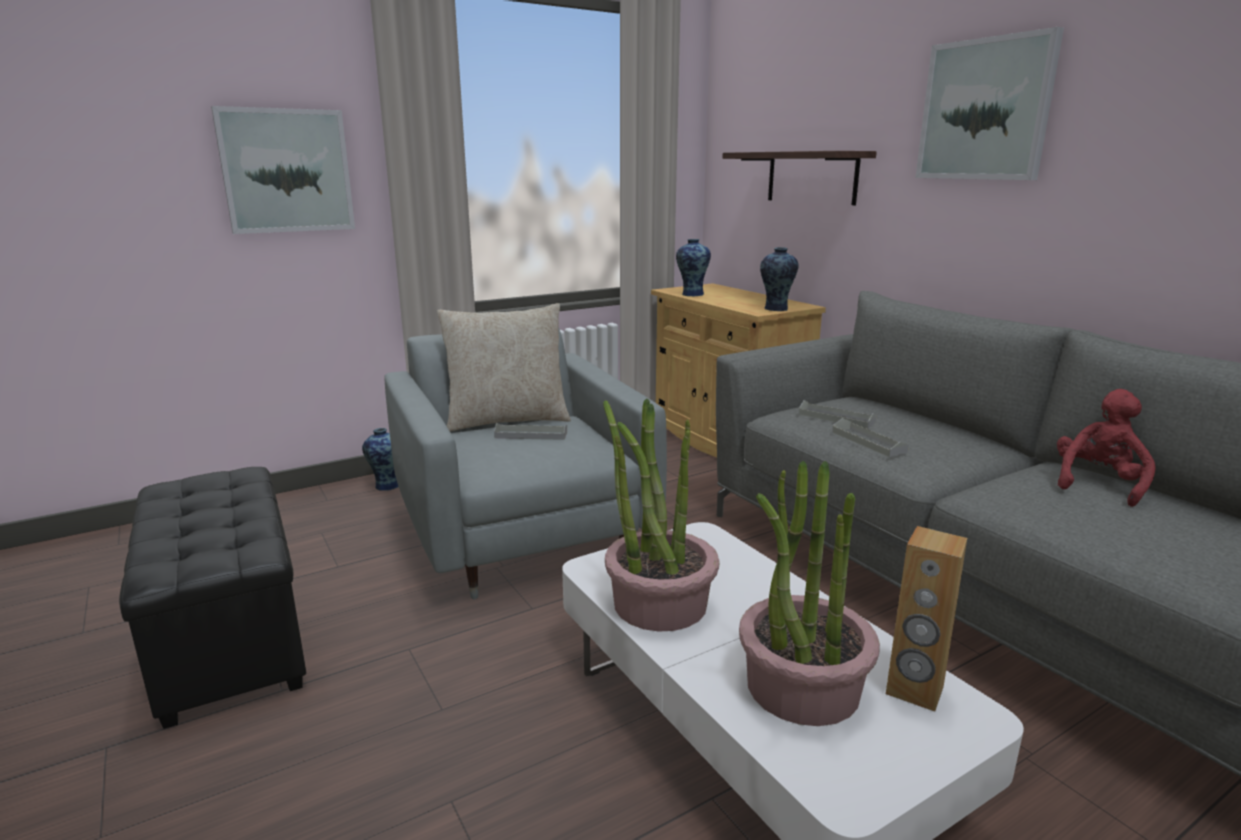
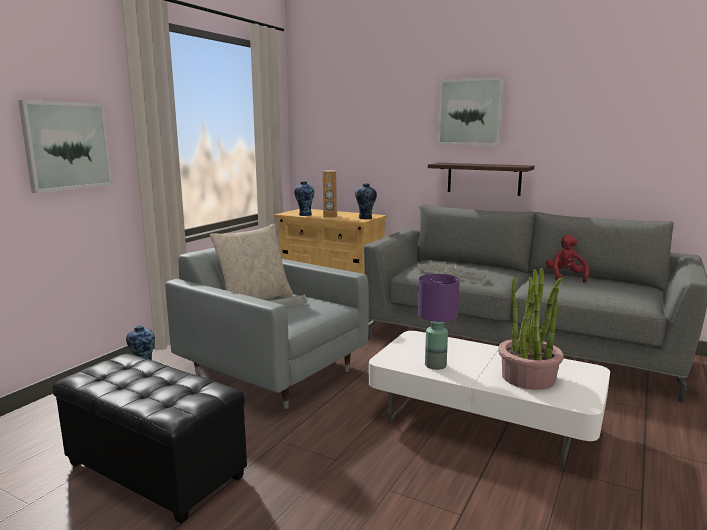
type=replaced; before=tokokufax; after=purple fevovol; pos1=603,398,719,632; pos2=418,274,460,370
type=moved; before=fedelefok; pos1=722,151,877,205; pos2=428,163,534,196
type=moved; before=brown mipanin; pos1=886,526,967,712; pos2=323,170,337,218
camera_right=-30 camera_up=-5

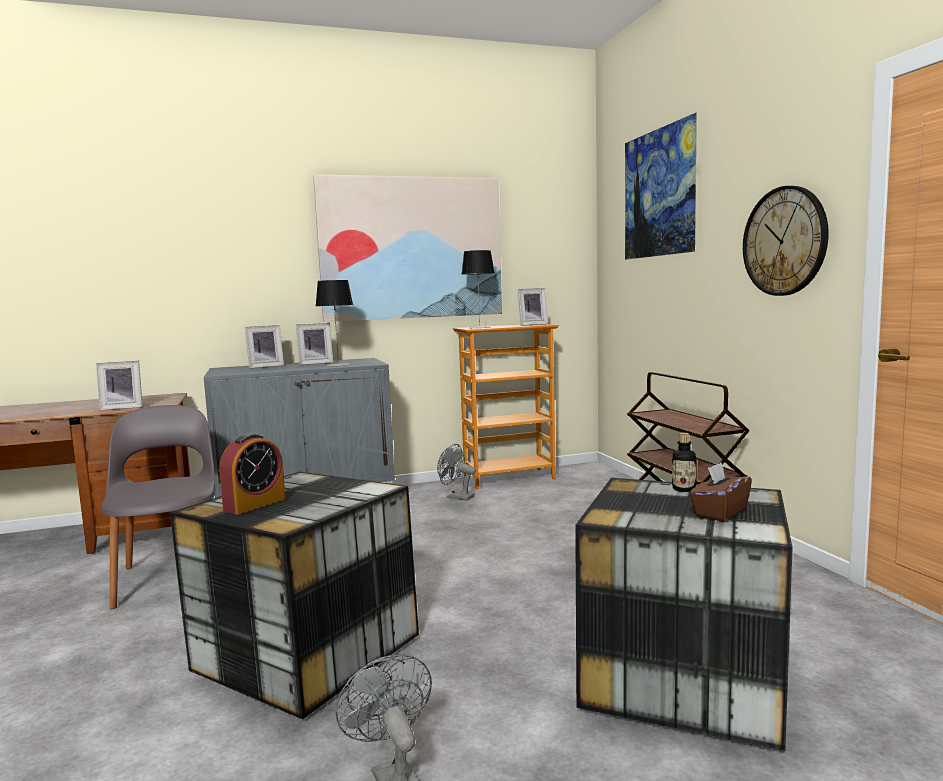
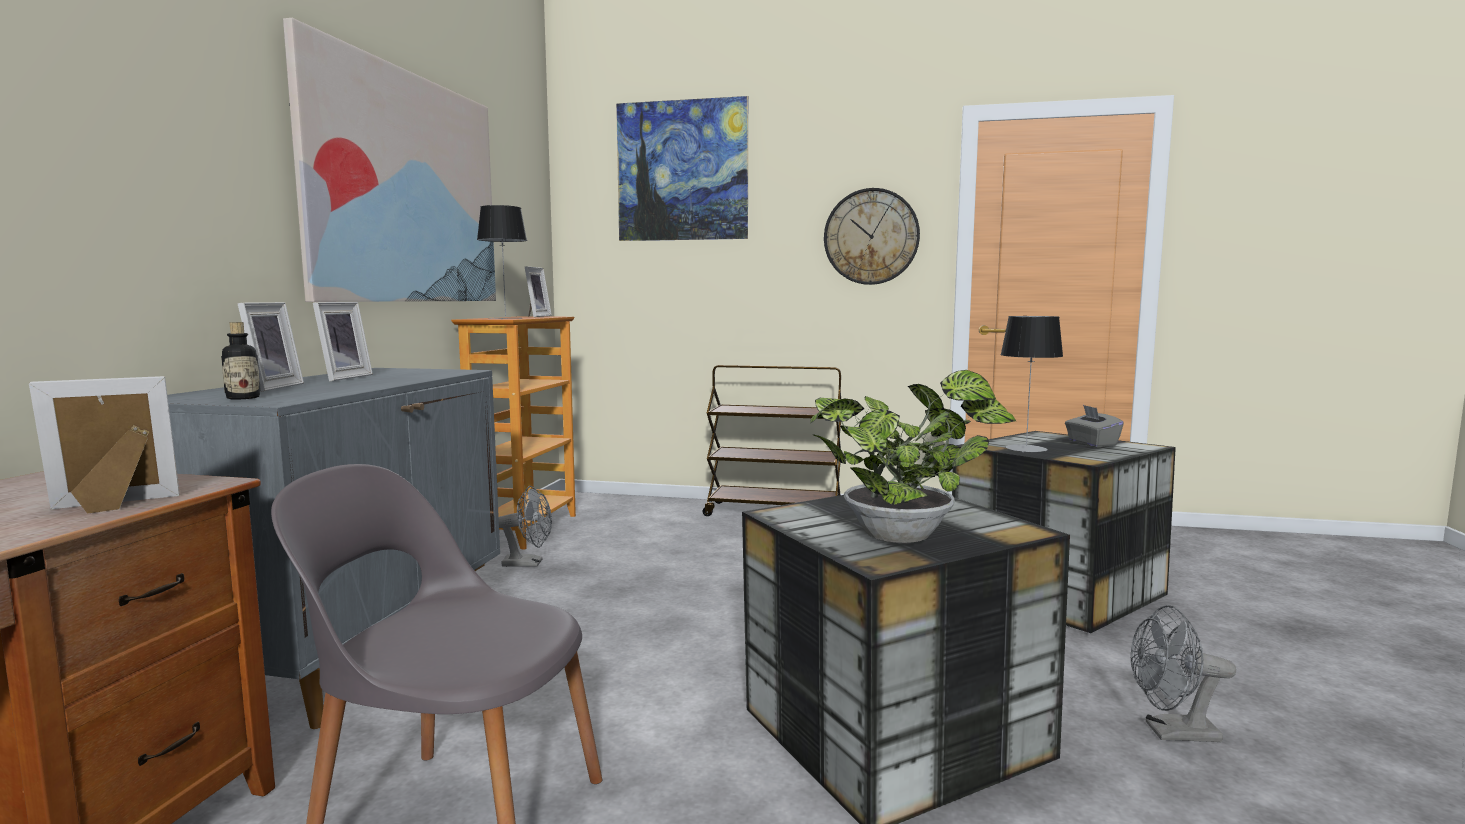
type=turned; before=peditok; pos1=96,360,143,410; pos2=29,376,180,514; turn=-135
type=replaced; before=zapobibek; after=tokokufax; pos1=219,433,285,515; pos2=810,370,1016,544
type=moved; before=fevovol; pos1=316,280,353,367; pos2=1000,316,1063,452
type=turned; before=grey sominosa; pos1=437,444,476,501; pos2=499,486,552,567; turn=-150
type=moved; before=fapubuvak; pos1=672,433,697,492; pos2=221,322,261,400
type=recoloured; before=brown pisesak; after=grey pisesak; pos1=689,463,752,522; pos2=1065,405,1124,447
camera_right=-60 camera_up=0

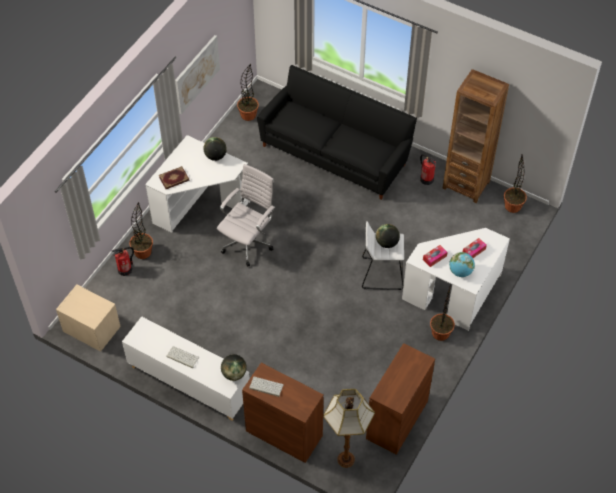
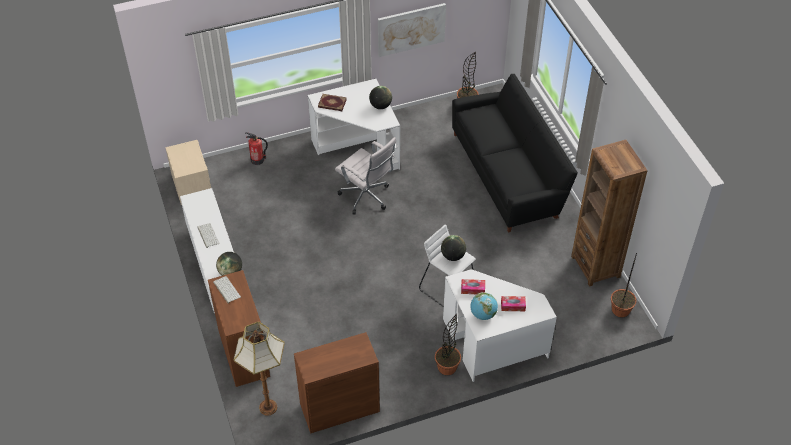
type=removed; before=tokokufax; pos1=129,202,153,259
type=turned; before=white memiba; pos1=217,164,276,267; pos2=335,137,396,215; turn=60
type=removed; before=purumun; pos1=420,154,436,185
camera_right=40 camera_up=-5

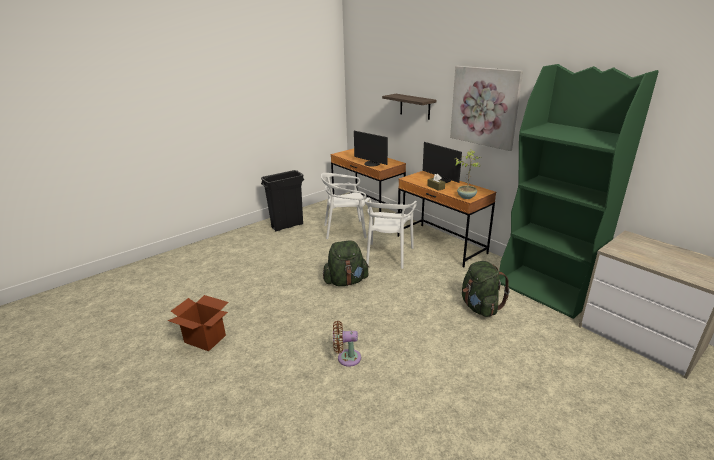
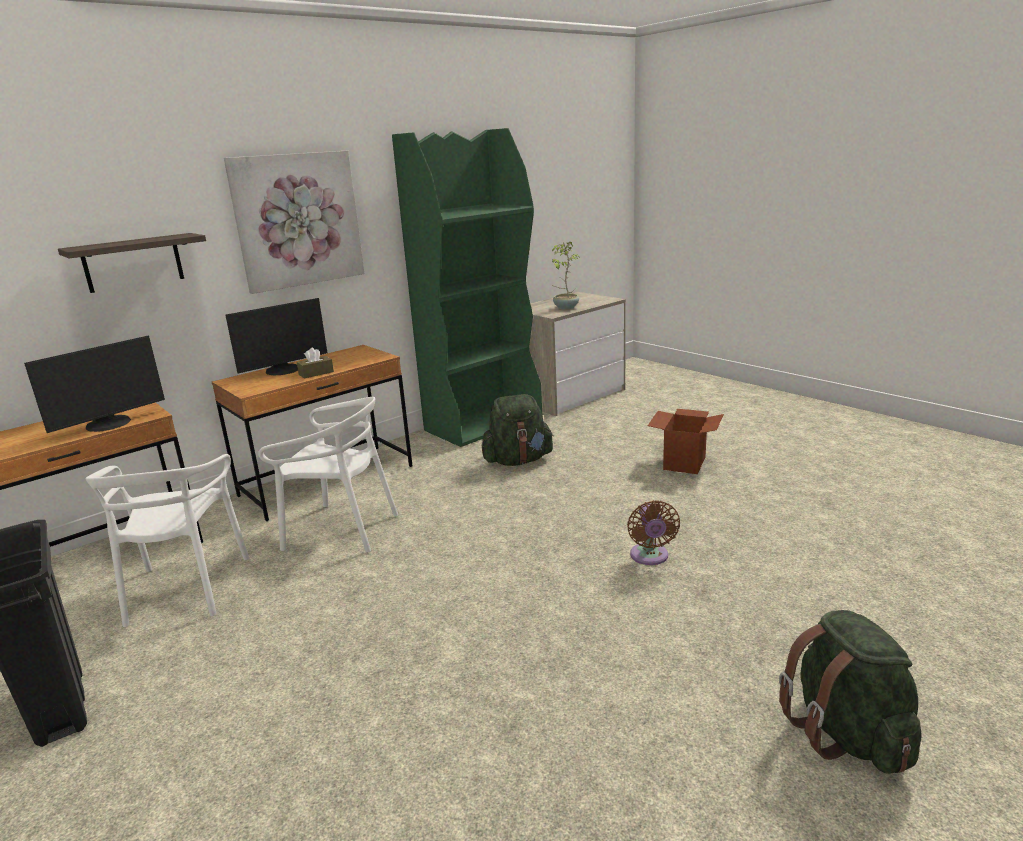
type=moved; before=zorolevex; pos1=167,295,228,351; pos2=648,409,724,474
type=moved; before=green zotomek; pos1=323,241,369,286; pos2=779,610,922,774
type=moved; before=tokokufax; pos1=455,150,481,199; pos2=551,242,579,310
camera_right=-90 camera_up=-5

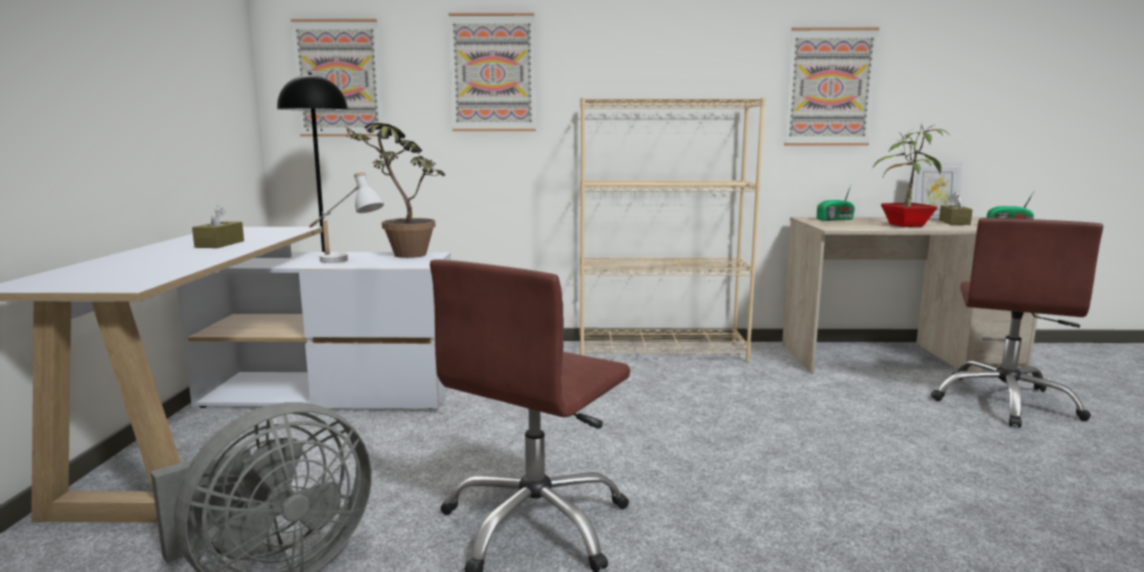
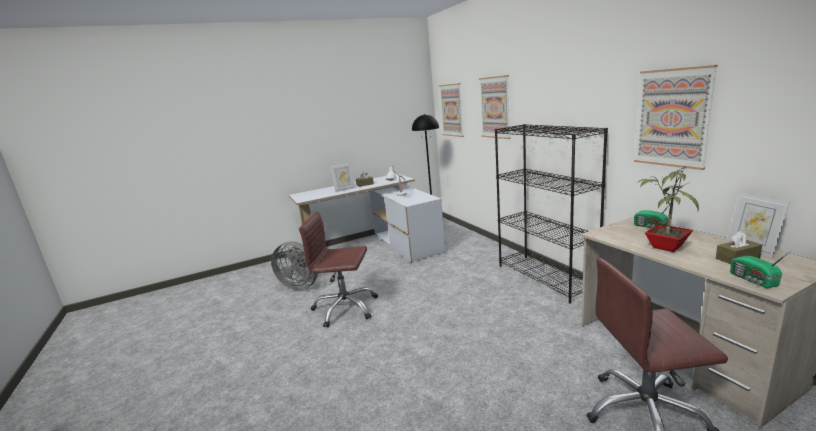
type=removed; before=tokokufax; pos1=345,123,445,258
type=recoloured; before=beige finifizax; after=black finifizax; pos1=580,98,765,363; pos2=495,124,608,304
type=added; after=peditok; pos2=330,162,355,192
camera_right=65 camera_up=5

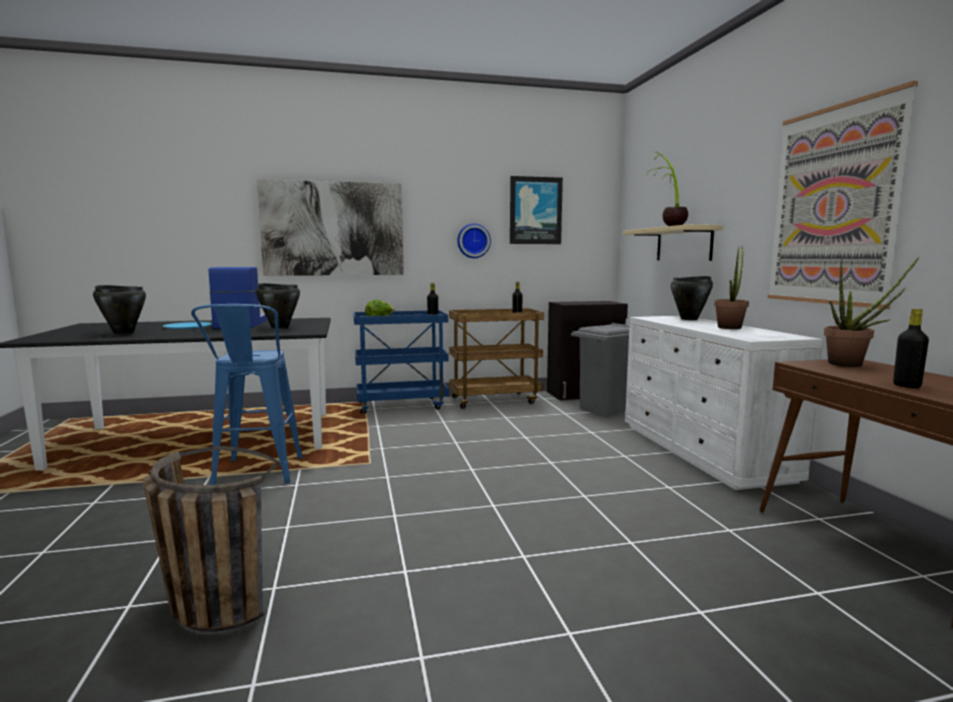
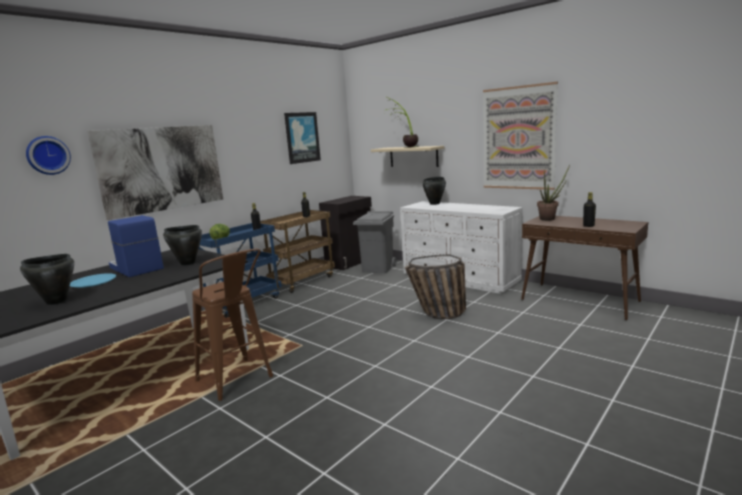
type=moved; before=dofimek; pos1=143,446,279,632; pos2=405,255,466,319
type=recoloured; before=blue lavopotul; after=brown lavopotul; pos1=191,304,303,485; pos2=192,249,273,401
type=moved; before=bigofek; pos1=457,224,491,258; pos2=26,136,71,175
type=removed; before=tokokufax; pos1=714,247,749,329
camera_right=-35 camera_up=5

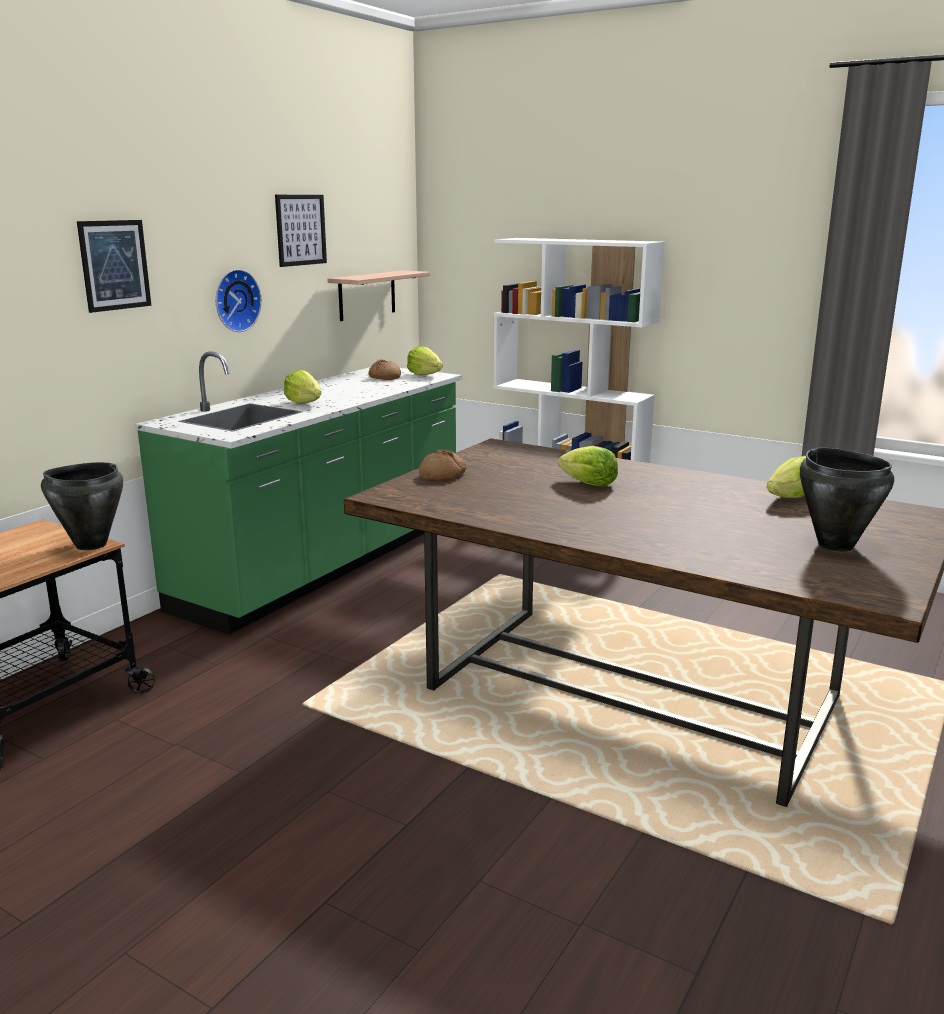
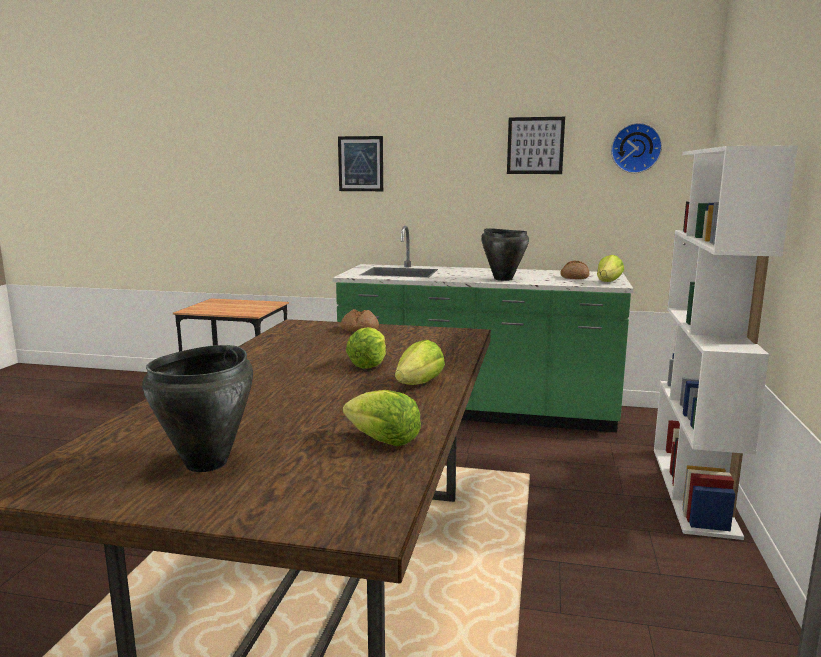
type=moved; before=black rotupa; pos1=41,462,123,550; pos2=481,228,529,281
type=moved; before=bigofek; pos1=215,269,262,332; pos2=611,123,662,173
type=moved; before=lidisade; pos1=284,370,321,404; pos2=395,340,445,385
type=removed; before=fedelefok; pos1=328,270,430,321
camera_right=70 camera_up=-5

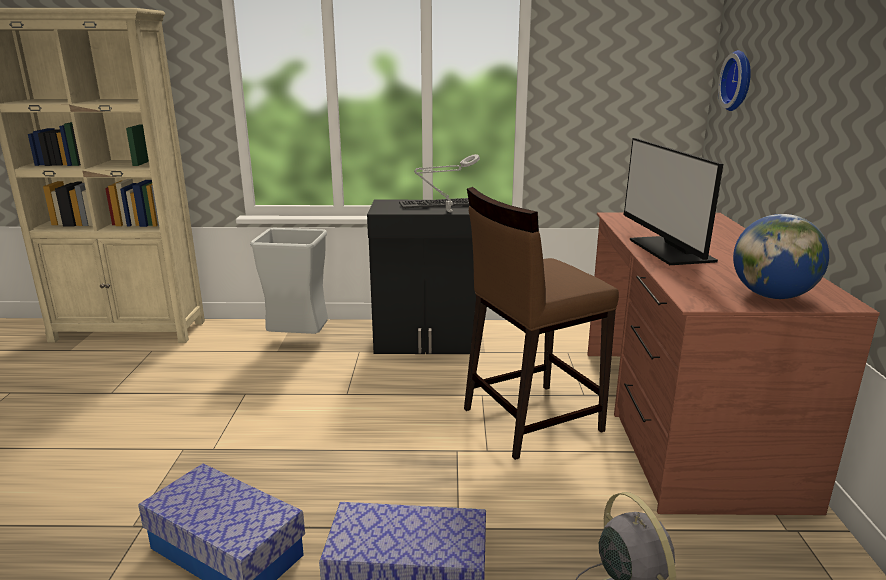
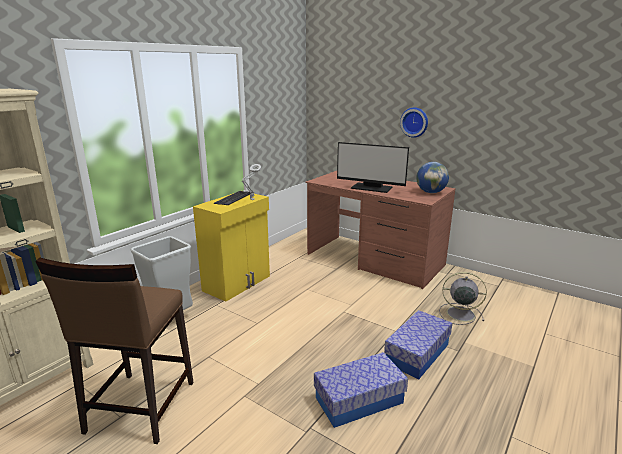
type=recoloured; before=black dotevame; after=yellow dotevame; pos1=367,200,476,354; pos2=193,193,270,302
type=moved; before=brown lavopotul; pos1=464,187,619,460; pos2=35,258,194,444
type=moved; before=bigofek; pos1=718,50,751,111; pos2=400,107,428,138
camera_right=-55 camera_up=0

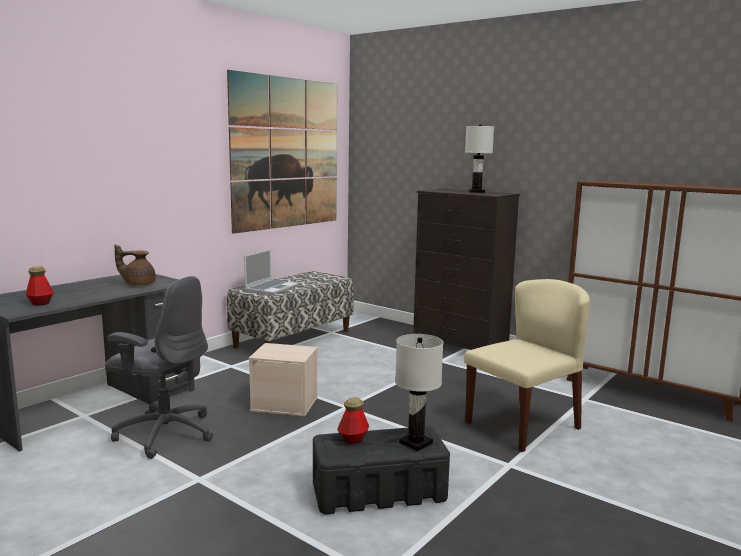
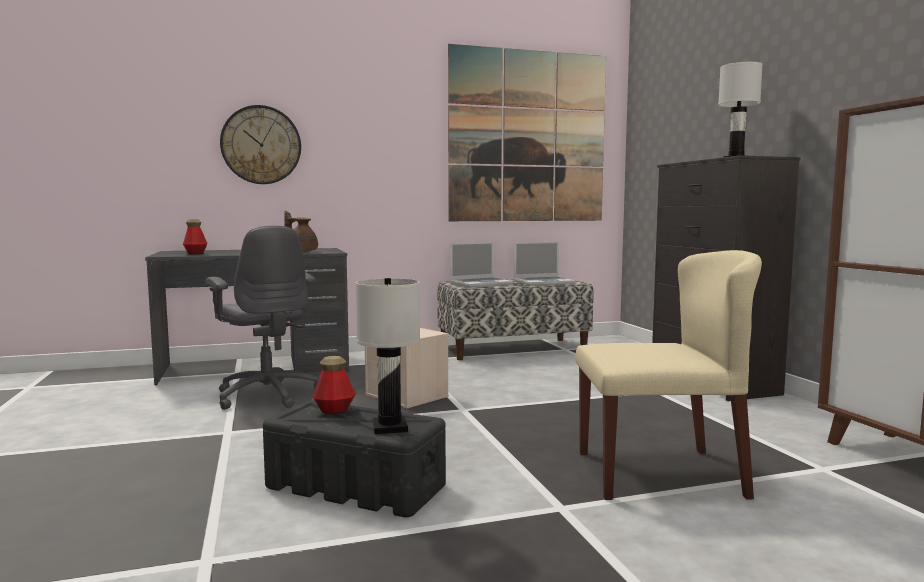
type=added; after=bigofek; pos2=220,105,301,184
type=added; after=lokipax; pos2=514,241,576,286
camera_right=35 camera_up=-5

